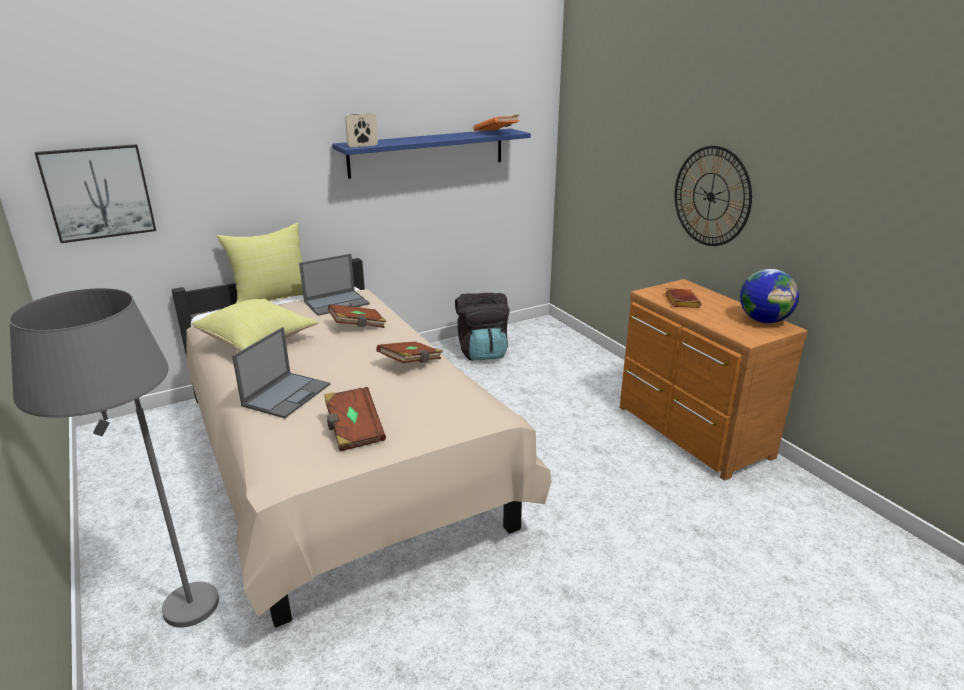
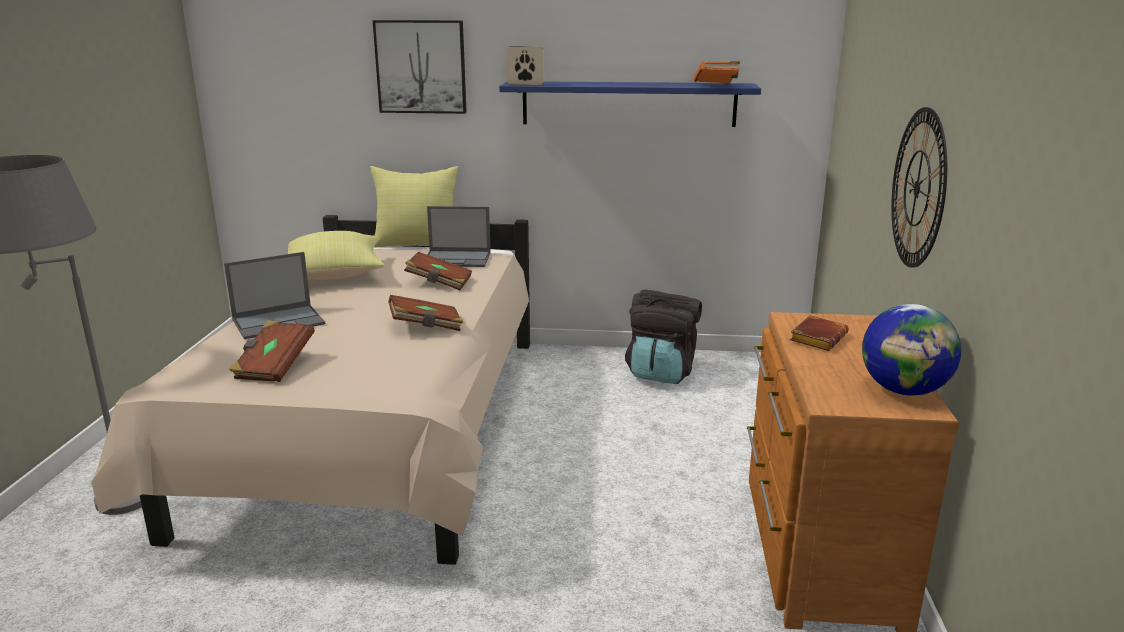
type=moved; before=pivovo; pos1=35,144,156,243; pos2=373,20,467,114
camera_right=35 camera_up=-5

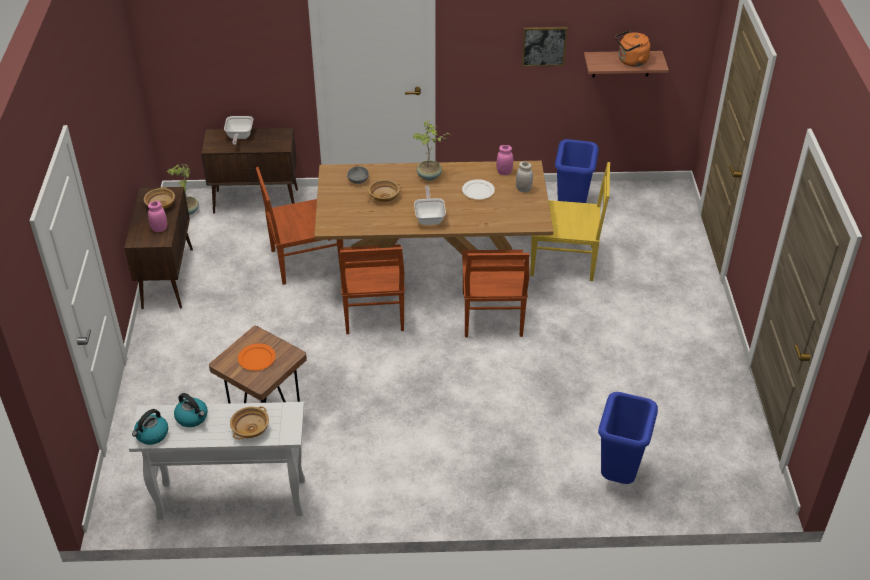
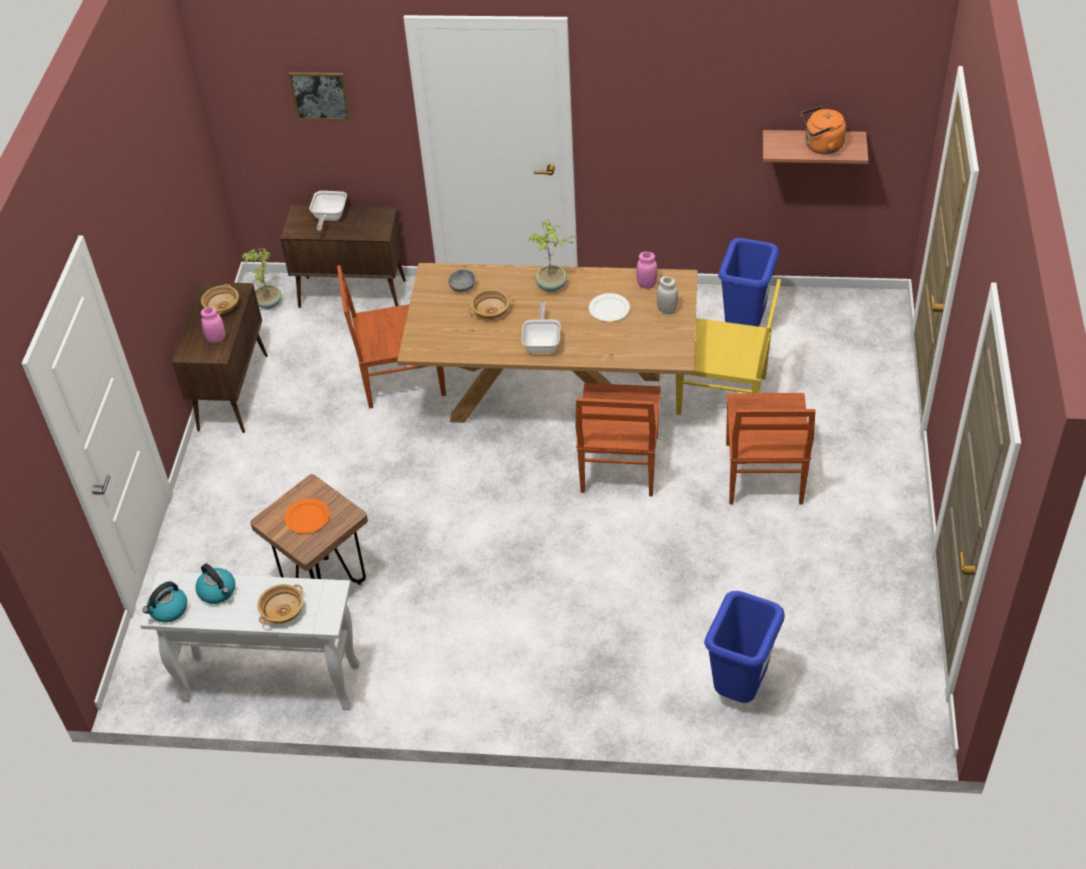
type=moved; before=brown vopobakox; pos1=340,244,405,334; pos2=726,393,816,504
type=moved; before=pivovo; pos1=522,27,567,67; pos2=289,72,351,120
camera_right=10 camera_up=5

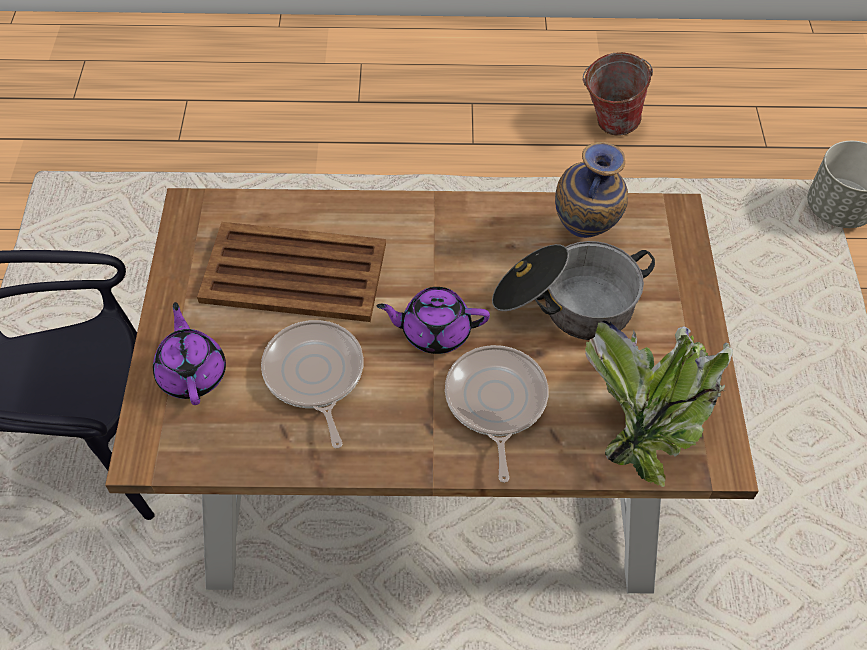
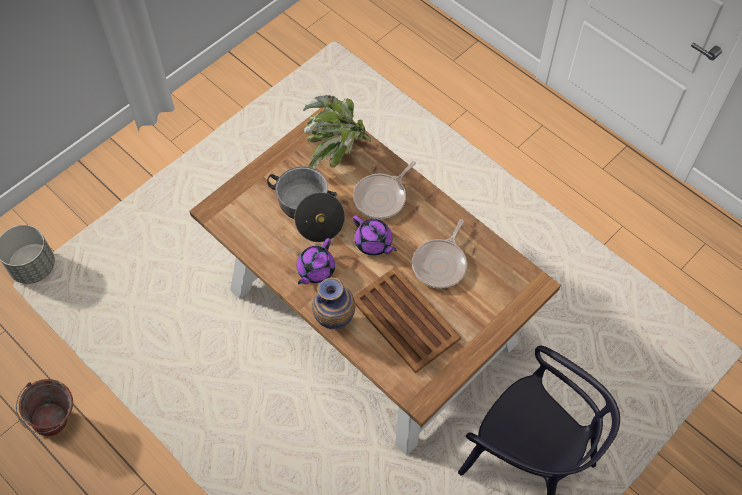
type=moved; before=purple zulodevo; pos1=153,302,226,405; pos2=297,238,335,284
type=moved; before=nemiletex; pos1=555,142,628,238; pos2=312,278,355,329
camera_right=-135 camera_up=5

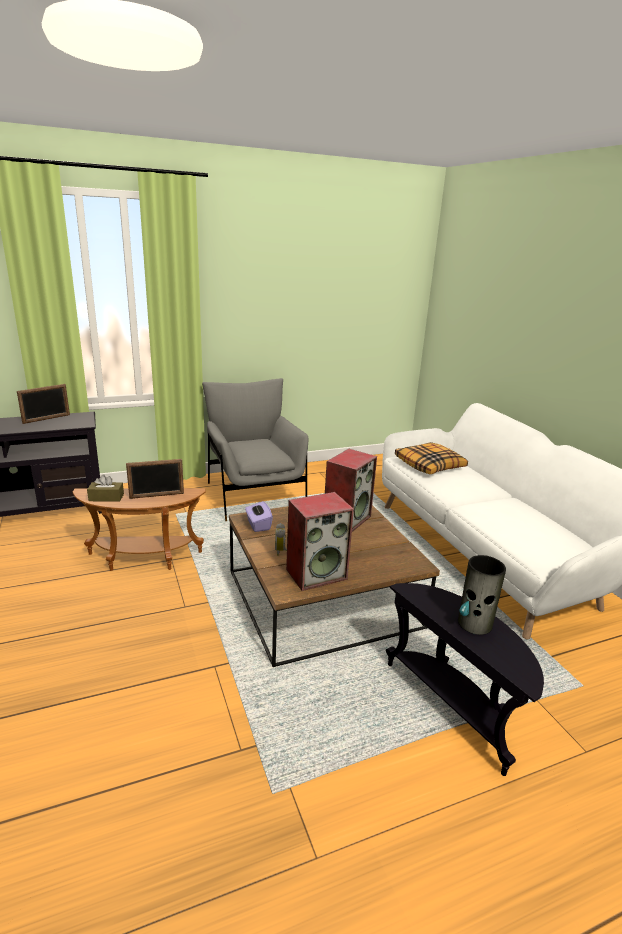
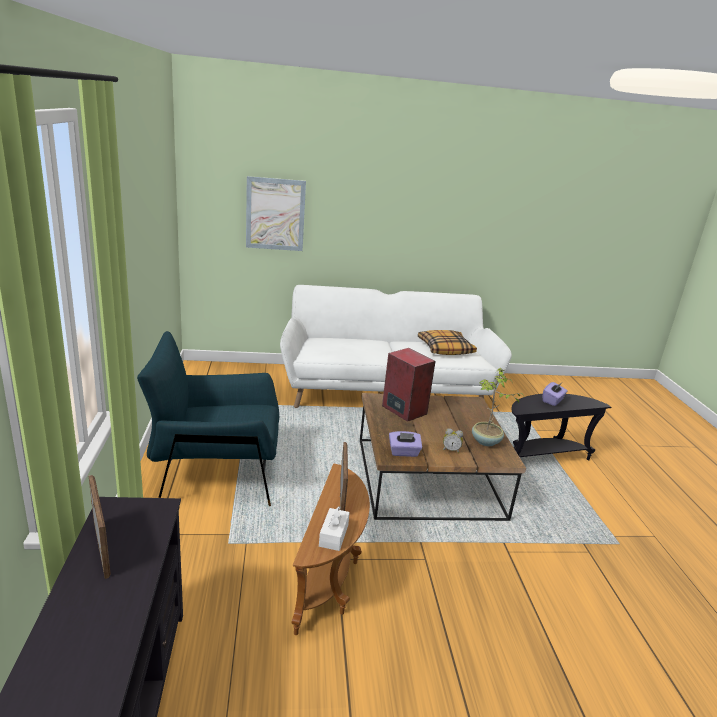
type=recoloured; before=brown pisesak; after=white pisesak; pos1=87,474,124,501; pos2=319,506,350,551
type=recoloured; before=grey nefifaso; after=blue nefifaso; pos1=202,378,308,521; pos2=137,331,279,506
type=replaced; before=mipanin; after=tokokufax; pos1=286,492,354,591; pos2=472,368,524,446
type=moved; before=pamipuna; pos1=395,442,468,474; pos2=418,330,477,355
type=replaced; before=nemiletex; after=purple pisesak; pos1=458,555,506,635; pos2=543,382,568,406
type=added; after=pivovo; pos2=246,176,306,251
camera_right=-75 camera_up=0

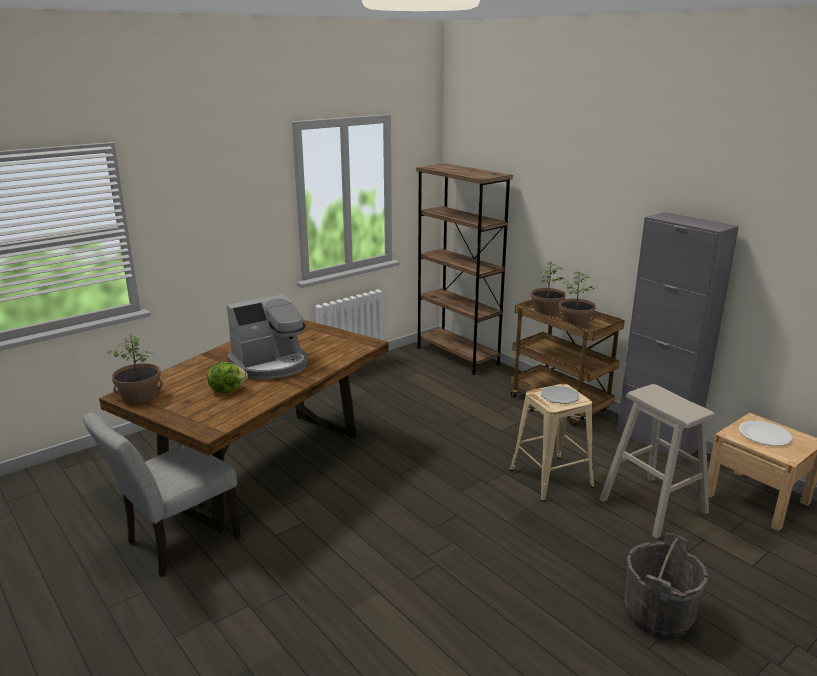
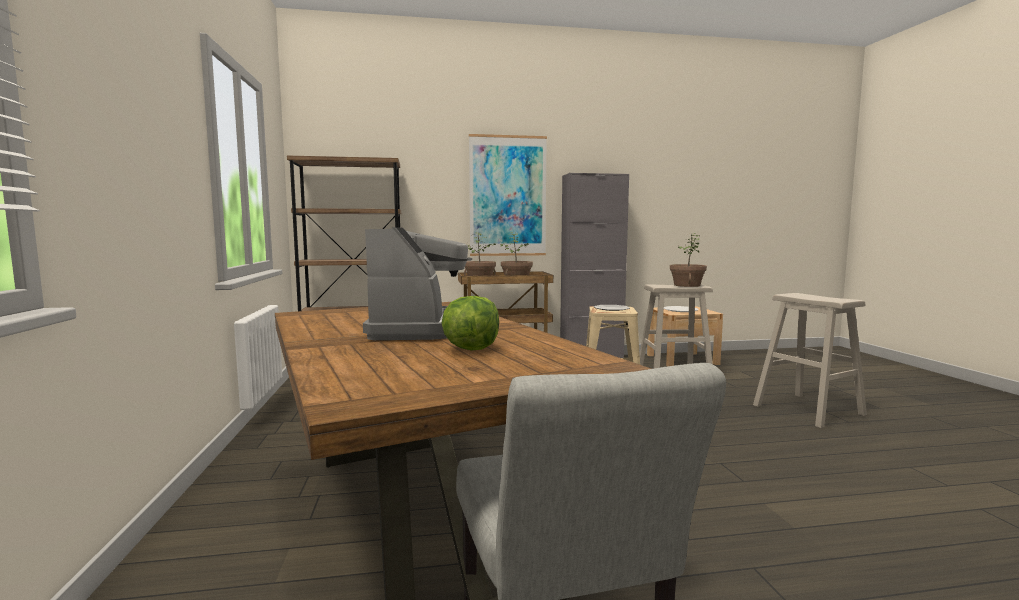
type=moved; before=tokokufax; pos1=107,334,163,404; pos2=670,233,707,287
type=replaced; before=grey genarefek; after=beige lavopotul; pos1=624,533,708,639; pos2=753,293,867,428
type=added; after=pivovo; pos2=469,134,547,256
camera_right=-60 camera_up=-15

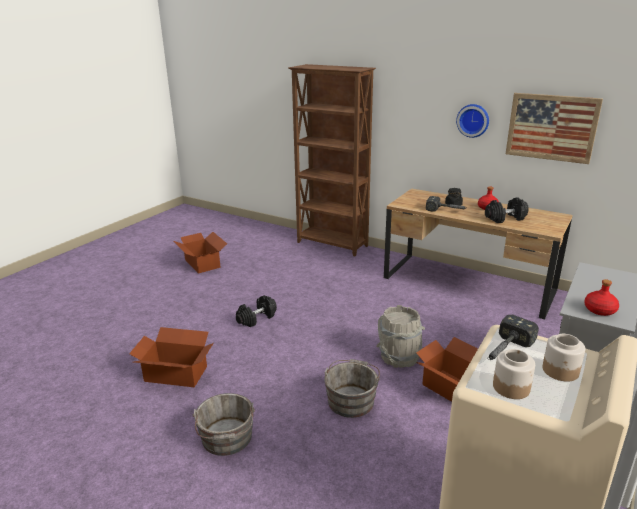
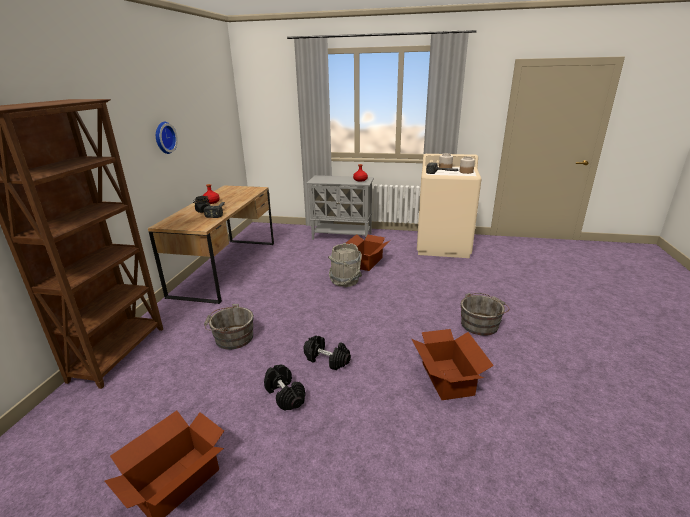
type=moved; before=grey genarefek; pos1=324,359,380,418; pos2=204,304,254,350
type=moved; before=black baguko; pos1=485,197,529,223; pos2=264,364,305,411
type=removed; before=pivovo; pos1=506,93,603,164
camera_right=-110 camera_up=0

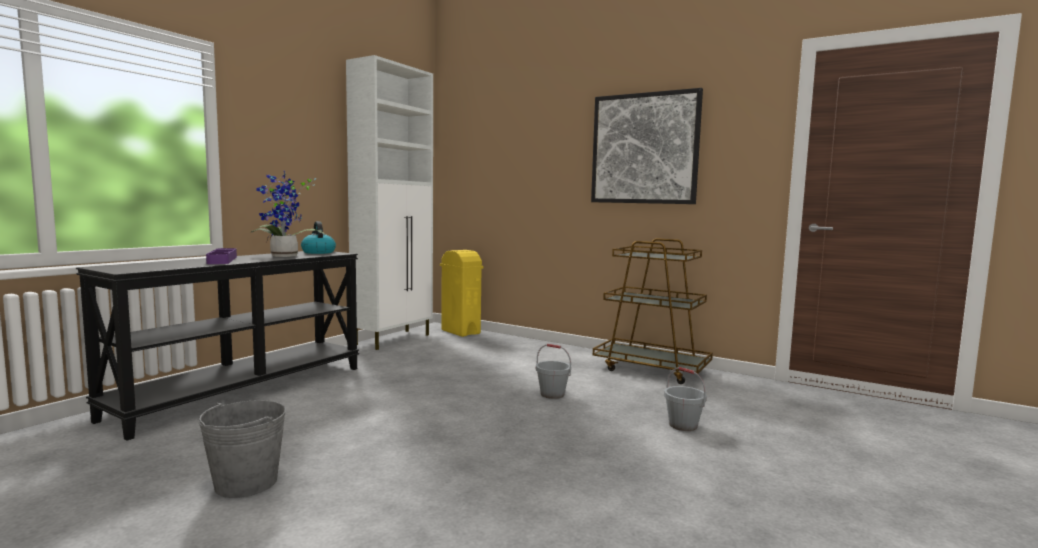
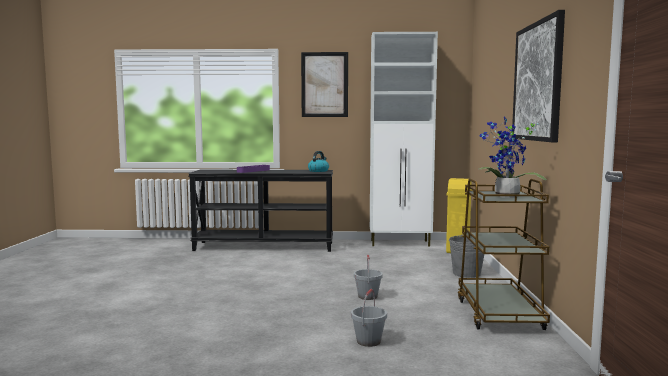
type=moved; before=grey genarefek; pos1=198,400,286,498; pos2=449,234,484,278
type=moved; before=tokokufax; pos1=251,171,328,257; pos2=479,117,547,198
type=added; after=pivovo; pos2=301,52,348,117
camera_right=60 camera_up=0

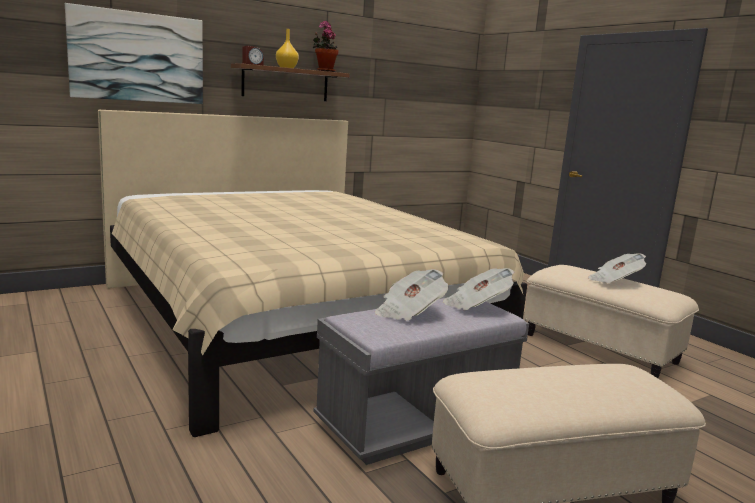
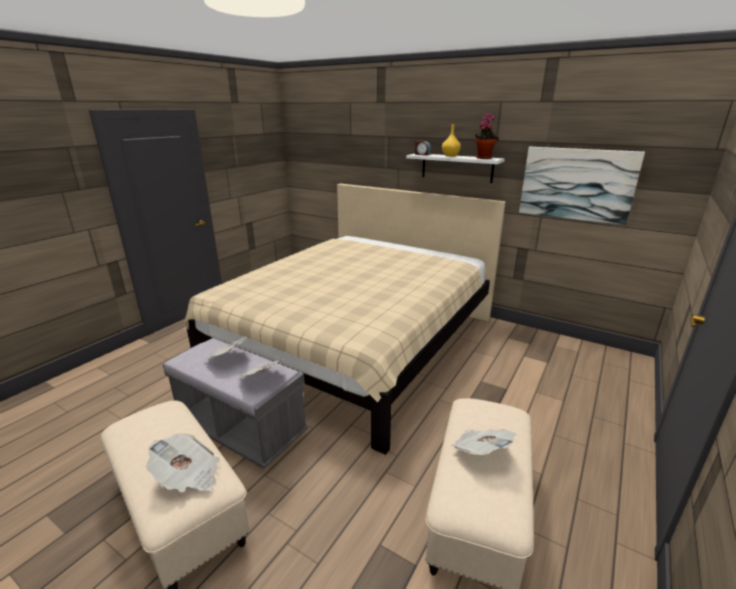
type=moved; before=pivovo; pos1=65,3,203,104; pos2=519,147,645,225
type=recoloured; before=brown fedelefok; after=white fedelefok; pos1=231,63,350,101; pos2=406,154,504,183
type=added; after=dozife; pos2=146,434,220,493
camera_right=65 camera_up=10

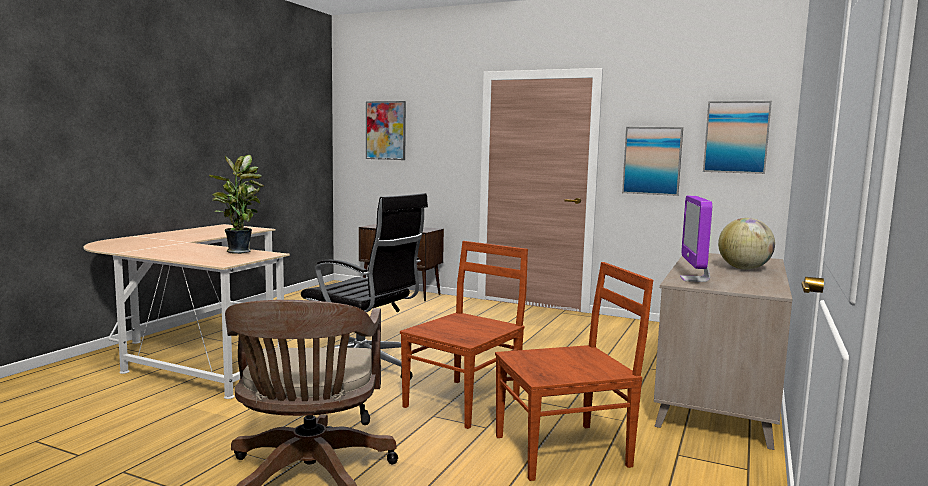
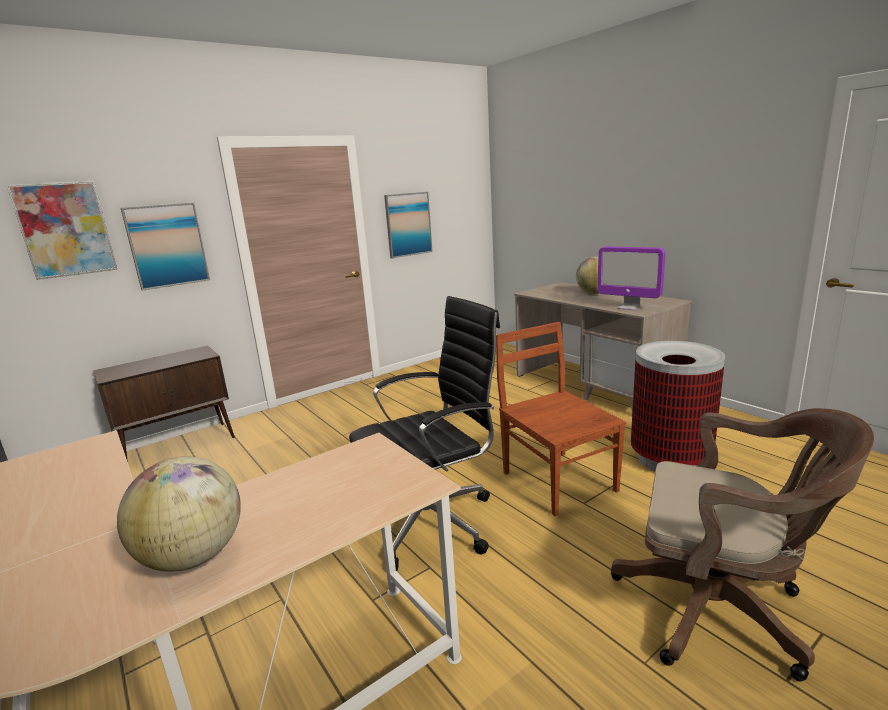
type=removed; before=tokokufax; pos1=209,155,264,254
type=replaced; before=brown vopobakox; after=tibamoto; pos1=495,262,653,481; pos2=631,341,725,471
type=moved; before=pivovo; pos1=703,101,772,174; pos2=121,203,210,291
type=added; after=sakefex; pos2=117,456,241,572
camera_right=-60 camera_up=10

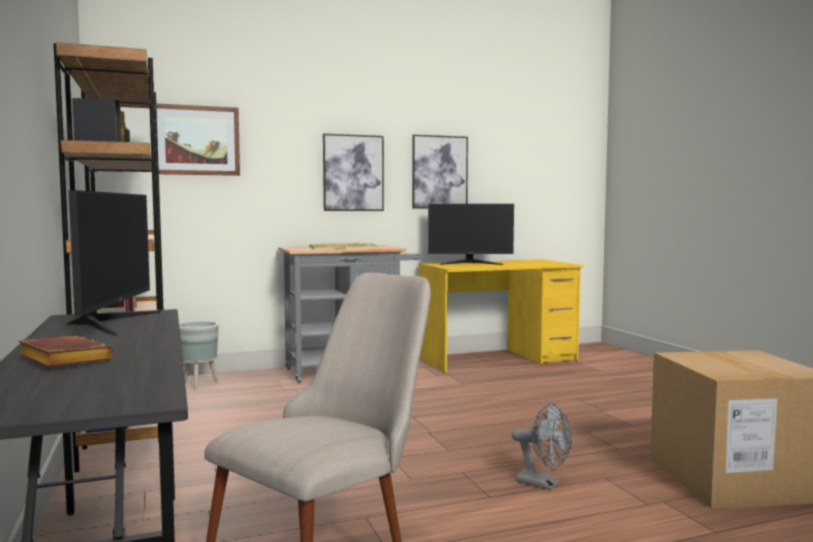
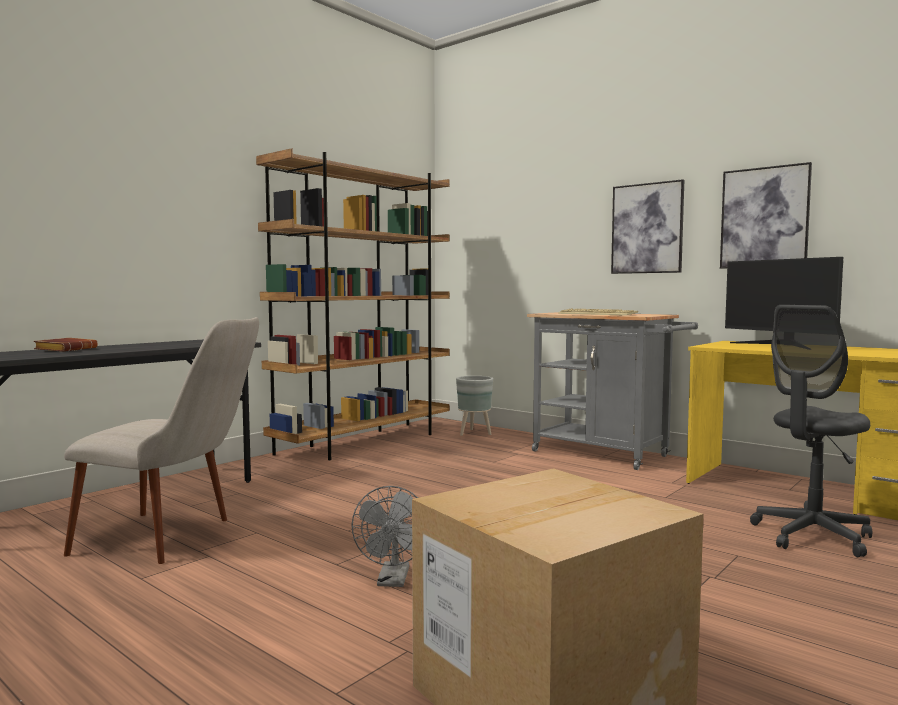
type=removed; before=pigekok; pos1=67,190,161,336
type=removed; before=pivovo; pos1=156,103,240,176
type=added; after=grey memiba; pos2=750,305,872,557
camera_right=60 camera_up=0

